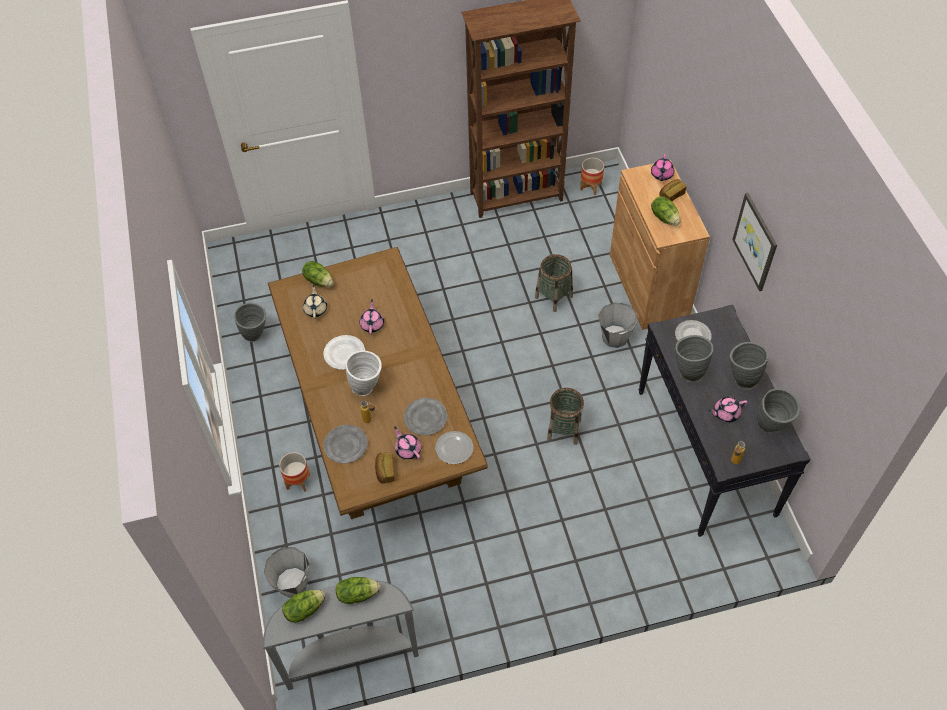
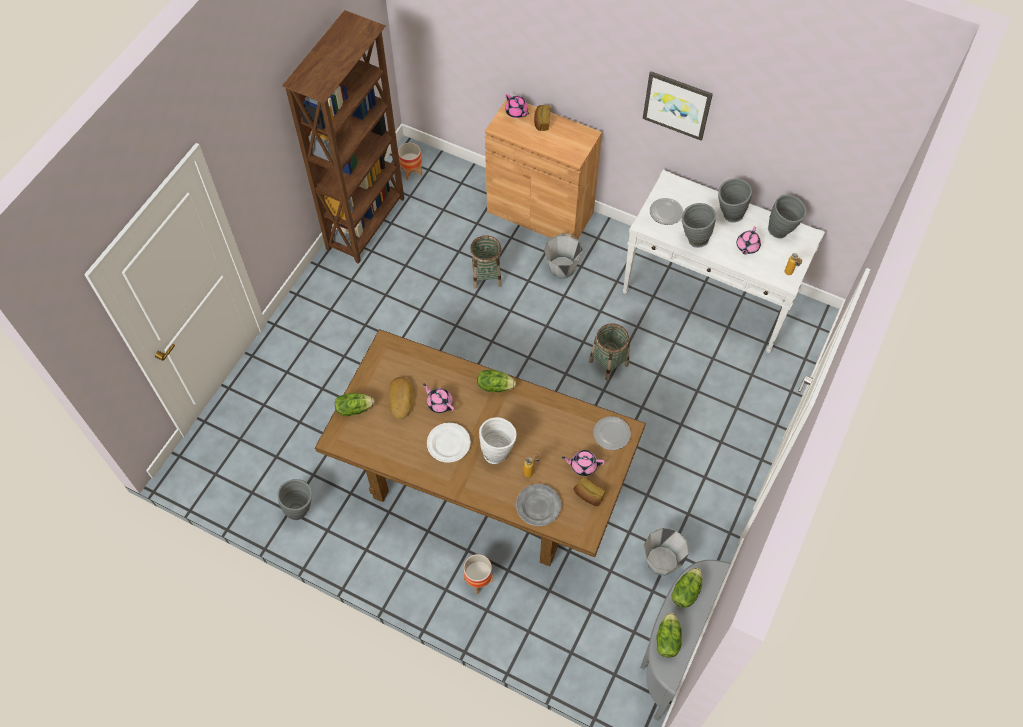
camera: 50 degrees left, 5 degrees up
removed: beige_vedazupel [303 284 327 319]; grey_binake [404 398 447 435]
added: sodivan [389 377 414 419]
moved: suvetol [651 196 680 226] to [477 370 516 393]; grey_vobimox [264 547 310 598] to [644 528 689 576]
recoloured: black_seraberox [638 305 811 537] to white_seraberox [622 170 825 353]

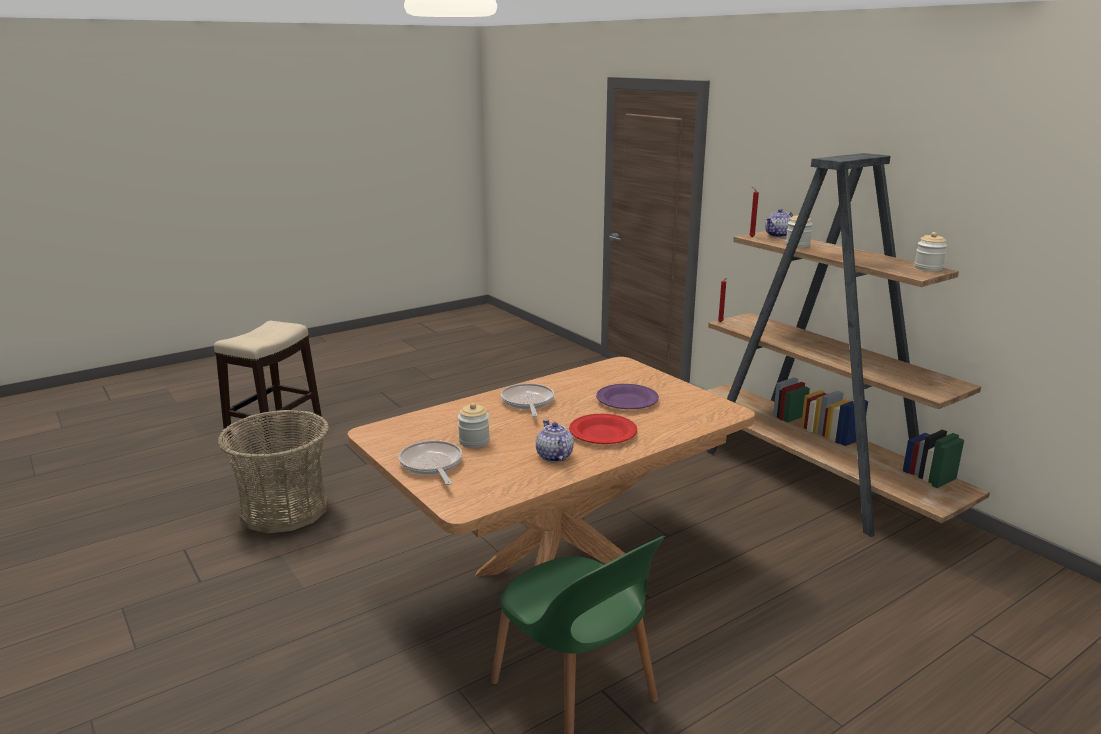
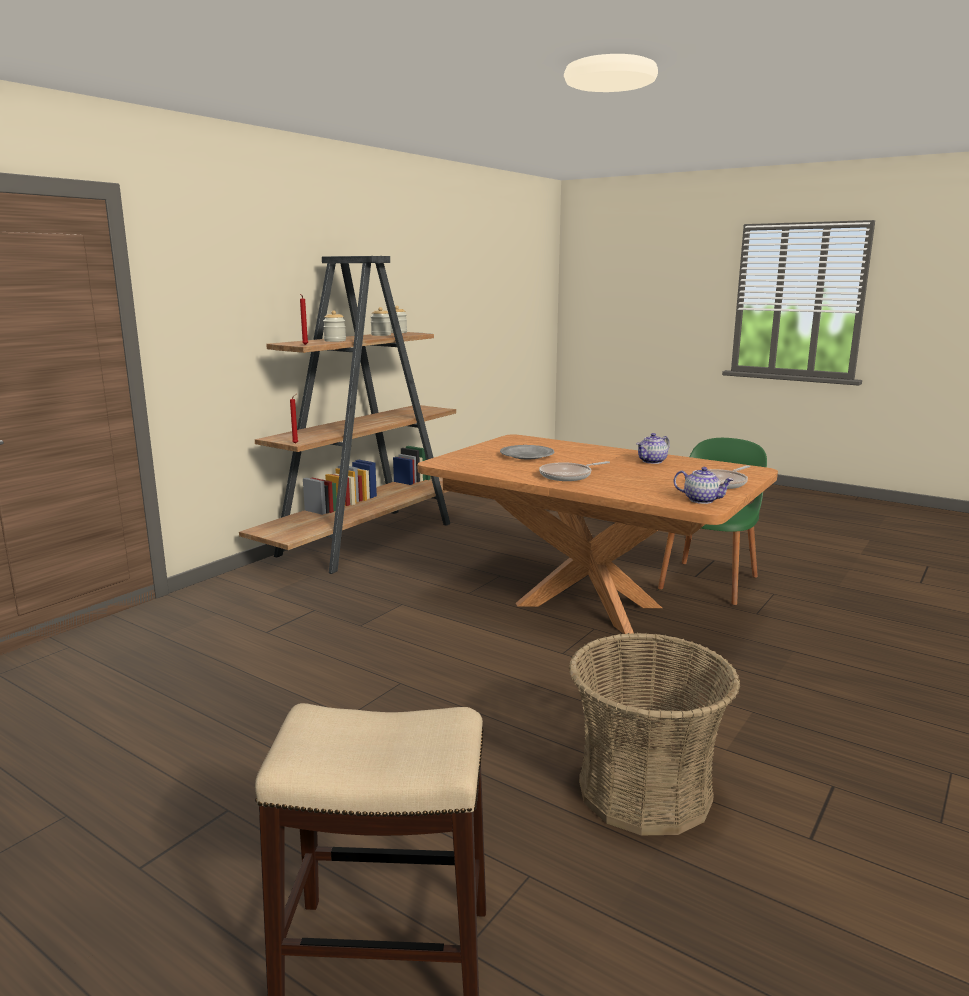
camera: 110 degrees left, 5 degrees down
removed: red_binake [569 414 637 444]
moved: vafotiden [458 403 490 448] to [371 307 391 336]; vedazupel [765 209 793 237] to [674 467 734 504]
recoloured: purple_binake [596 384 659 409] to grey_binake [500 445 554 459]

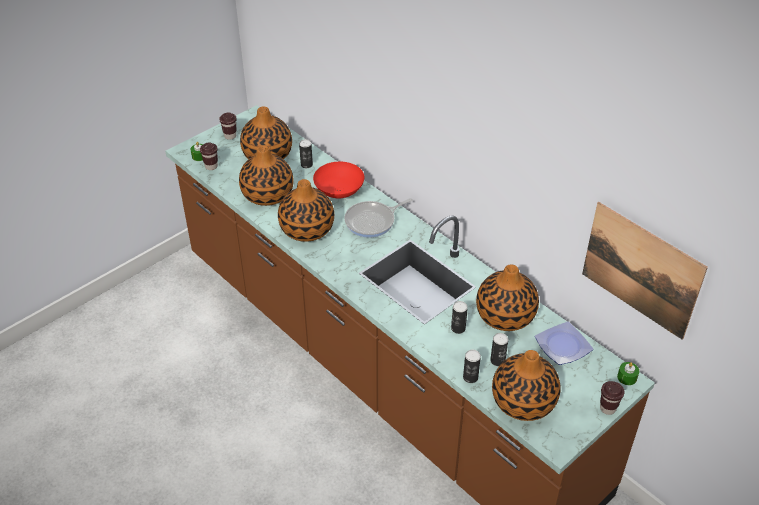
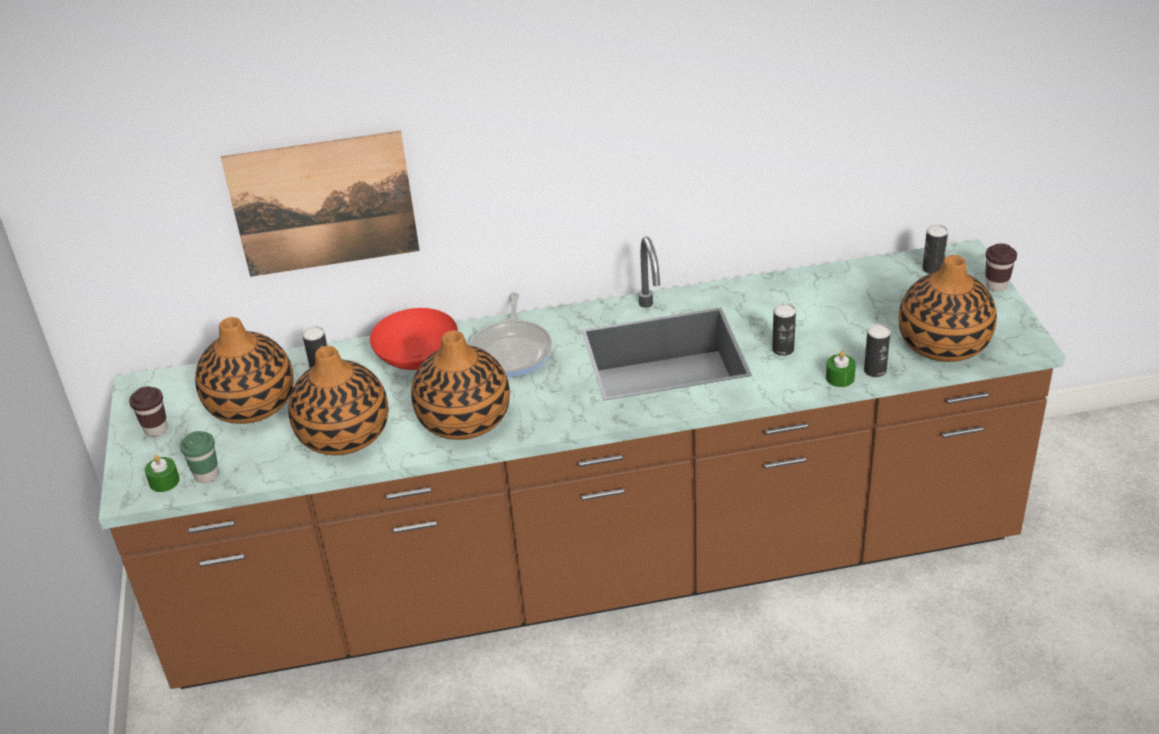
camera: 55 degrees left, 5 degrees down
removed: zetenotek [476 264 539 331]; binake [535 321 593 365]
moved: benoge [582 202 708 339] to [221 130 420 277]; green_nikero [617 362 639 385] to [826 351 856 387]; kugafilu [490 333 508 366] to [922 224 948 274]
recoloured: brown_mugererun [200 143 218 170] to green_mugererun [180 431 219 483]

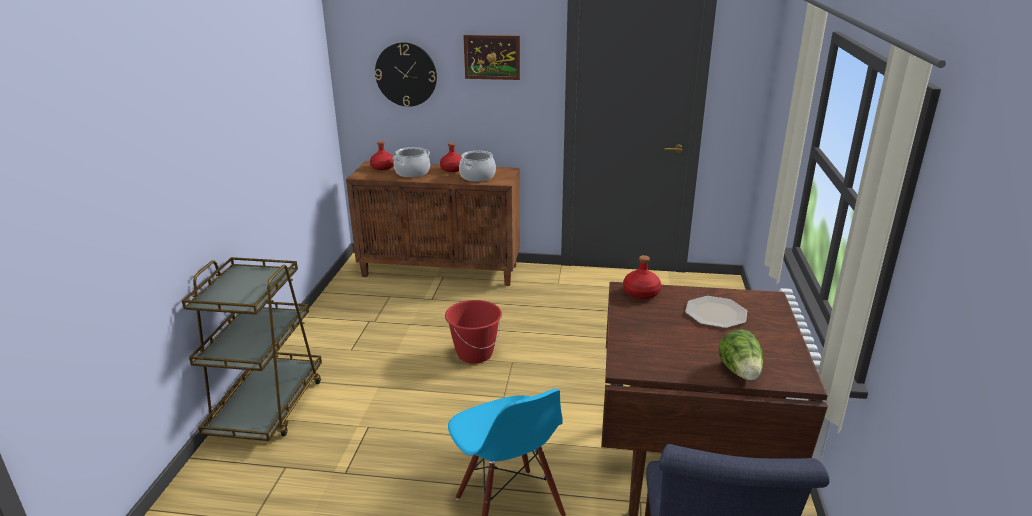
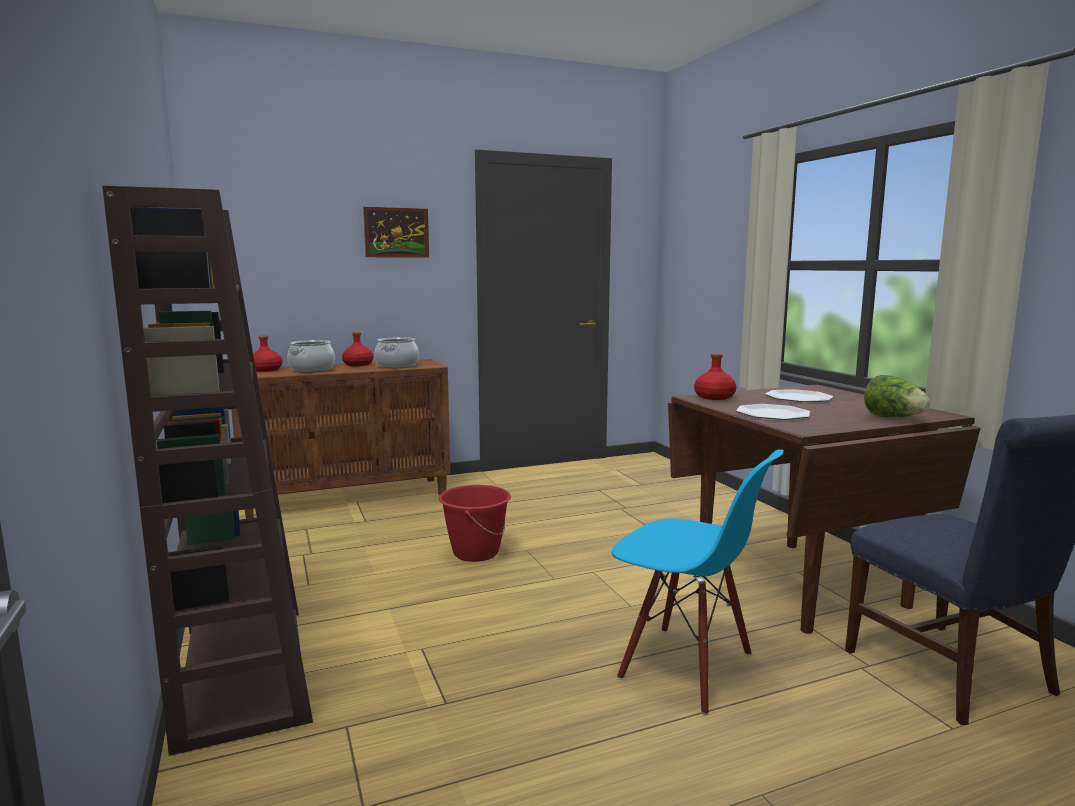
camera: 30 degrees left, 15 degrees down
removed: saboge [375 42 437 107]
added: binake [736 404 810 420]
replaced: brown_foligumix [182 257 322 441] to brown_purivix [102 185 313 756]

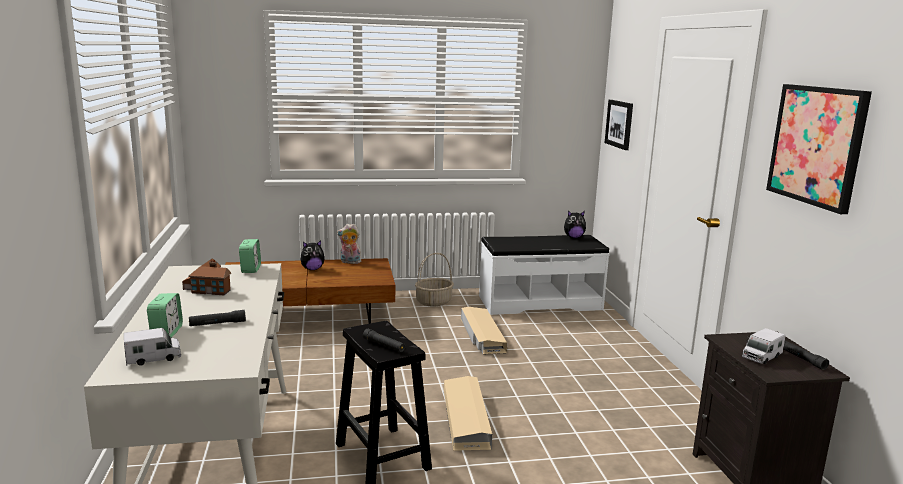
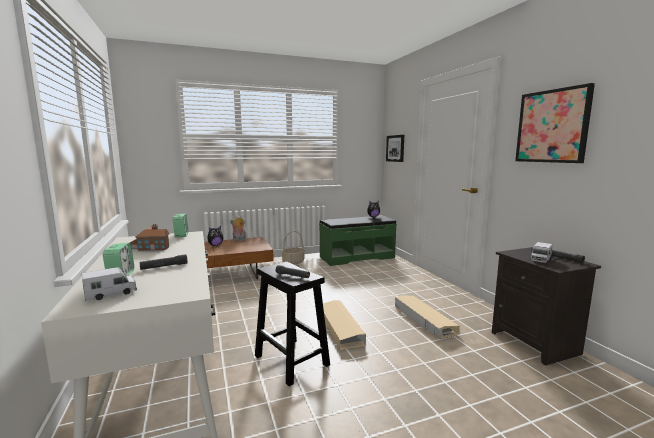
camera: 10 degrees left, 5 degrees down
moved: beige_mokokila [461 307 507 354] to [395 295 460 339]
recoloured: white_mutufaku [479 235 610 315] to green_mutufaku [319 216 397 266]

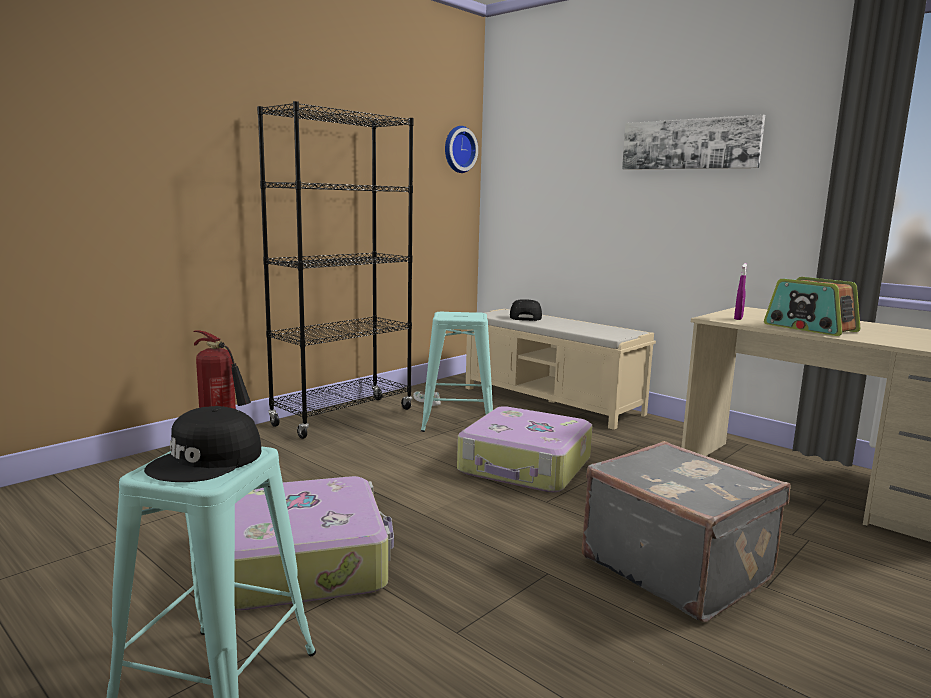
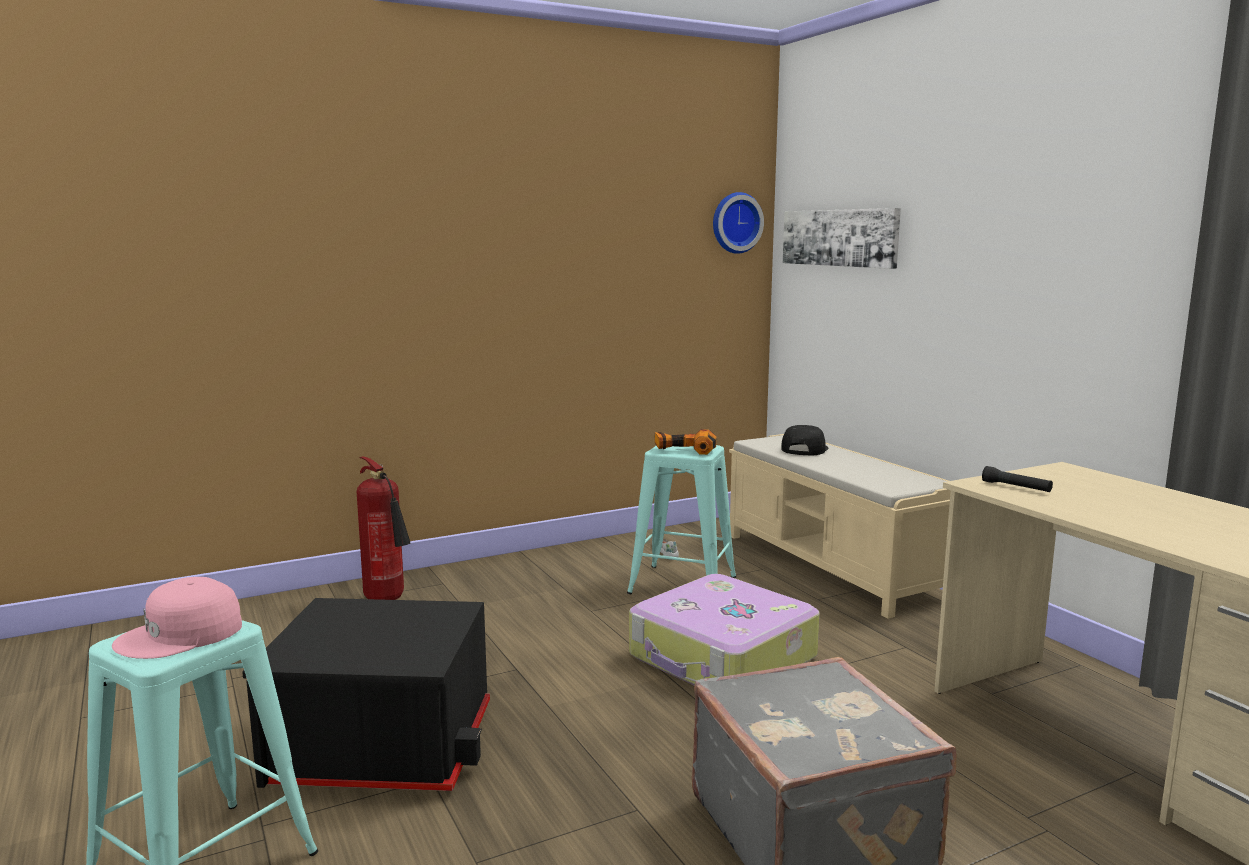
camera: 20 degrees right, 0 degrees up
removed: black_purivix [257 101 414 439]; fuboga [764 277 860 336]
added: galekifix [655 429 716 455]
moved: benoge [622 114 765 170] to [783 208 901 269]
replaced: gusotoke [234 476 394 611] to black_mokokila [242 598 490 791]; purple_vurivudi [734 263 747 320] to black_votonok [982 466 1053 492]
recoloured: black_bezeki [144 406 261 482] to pink_bezeki [112 577 242 659]

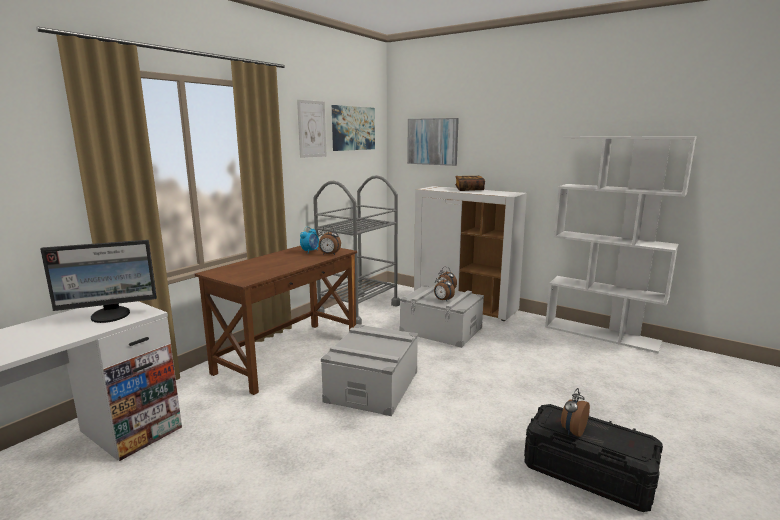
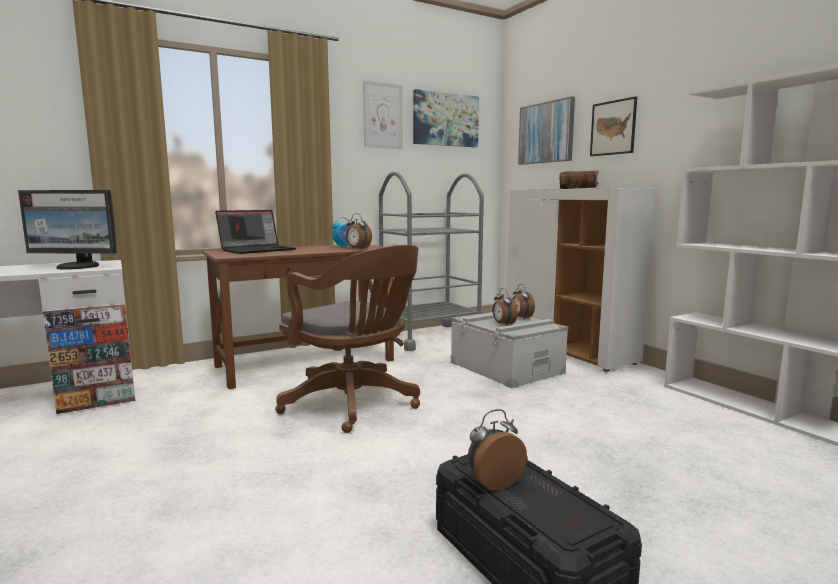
camera: 25 degrees right, 5 degrees down
added: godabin [215 210 296 254]; benoge [590 96 637 156]
replaced: grey_mokokila [321 324 418 416] to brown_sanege [275 245 420 433]

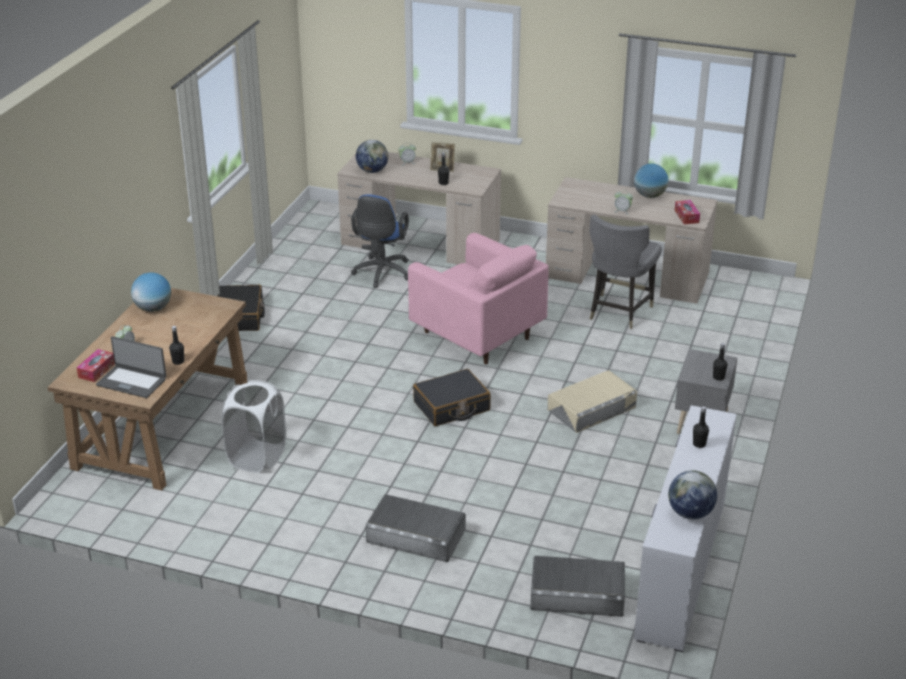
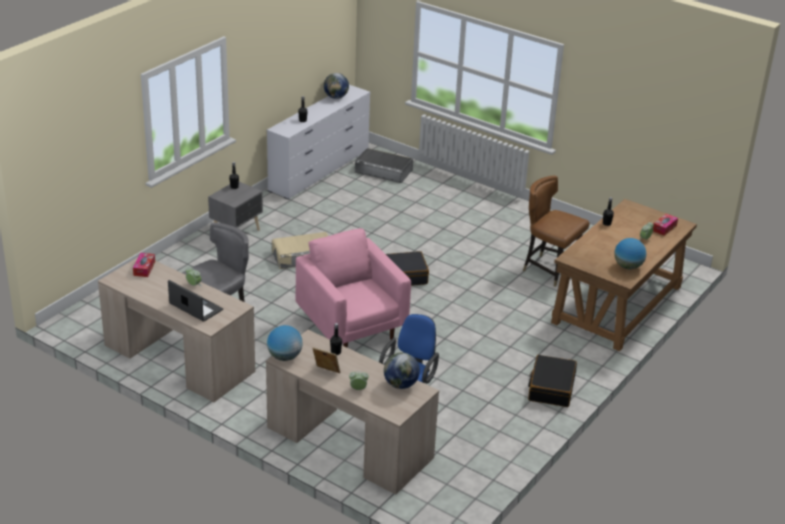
camera: 165 degrees left, 0 degrees up
removed: grey_mokokila [366 494 466 562]
moved: godabin [96 336 166 398] to [168 280 223 322]; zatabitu [634 164 668 198] to [267 325 303 361]
replaced: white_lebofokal [222 380 286 473] to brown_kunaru [523 176 589 287]

